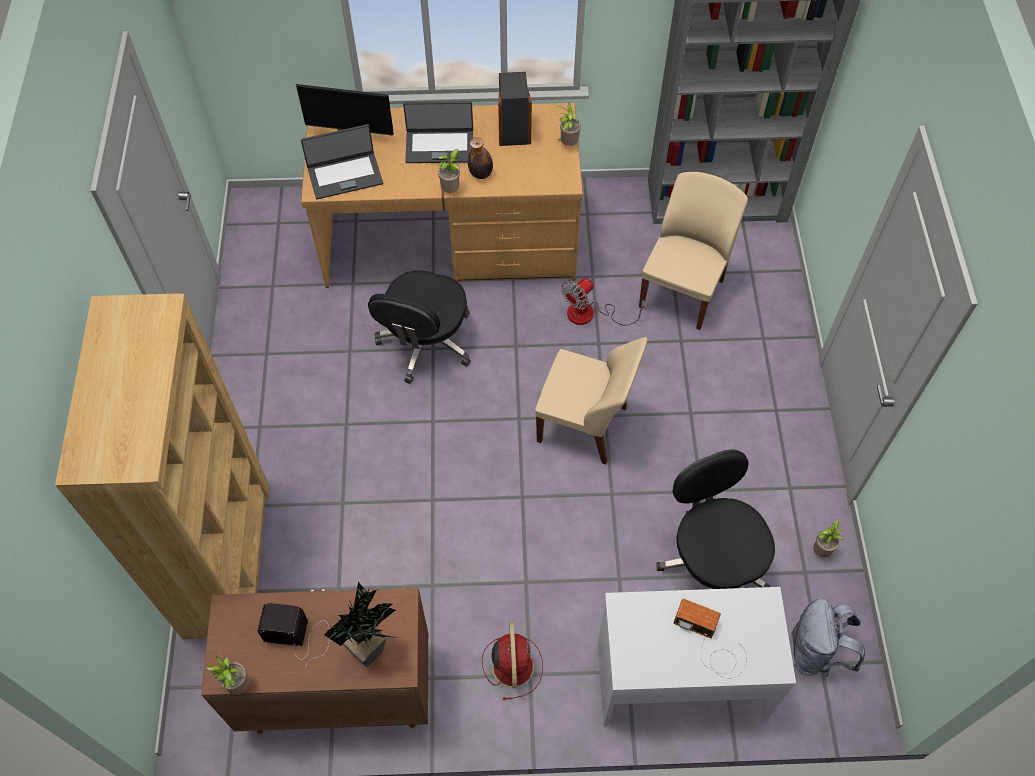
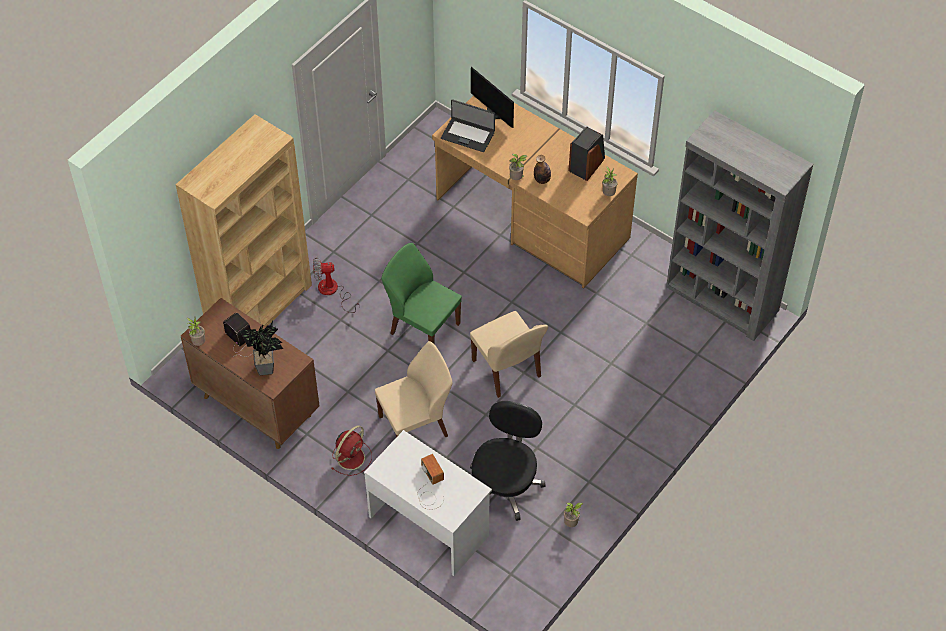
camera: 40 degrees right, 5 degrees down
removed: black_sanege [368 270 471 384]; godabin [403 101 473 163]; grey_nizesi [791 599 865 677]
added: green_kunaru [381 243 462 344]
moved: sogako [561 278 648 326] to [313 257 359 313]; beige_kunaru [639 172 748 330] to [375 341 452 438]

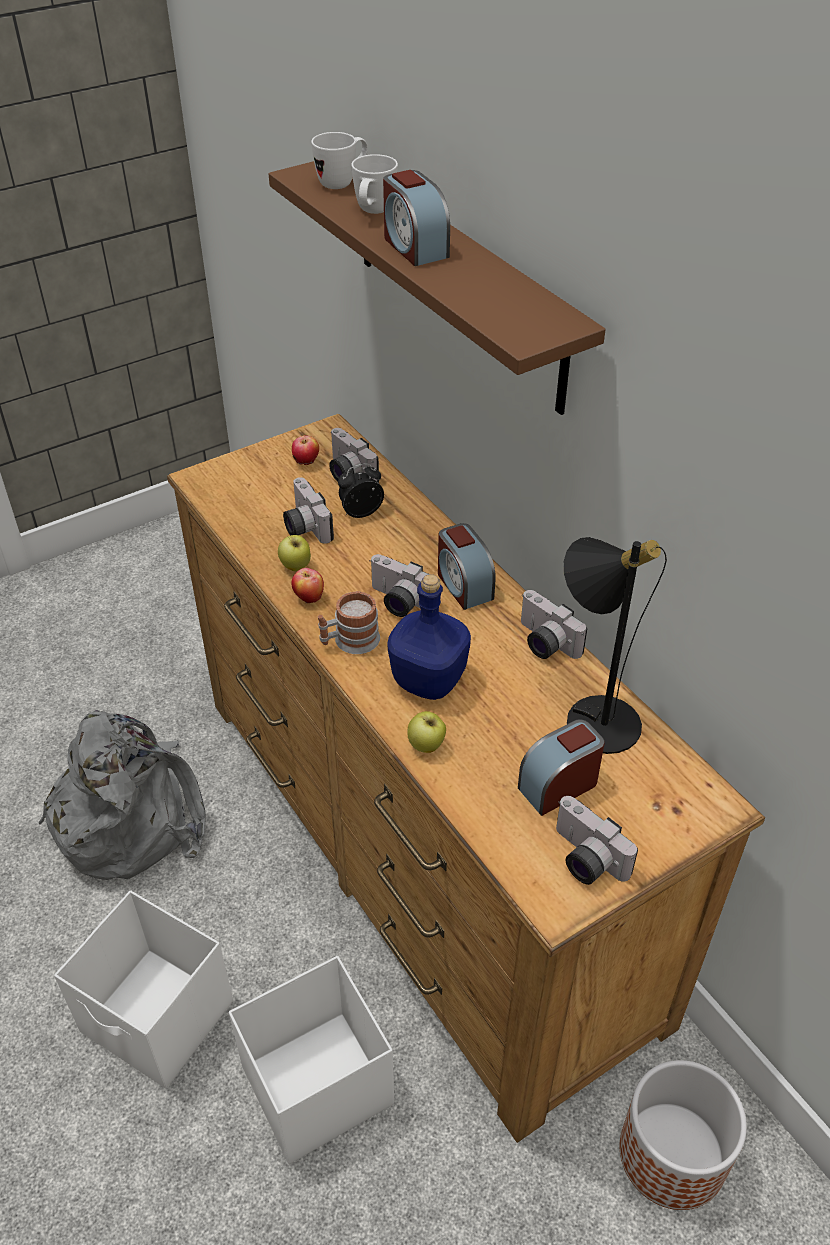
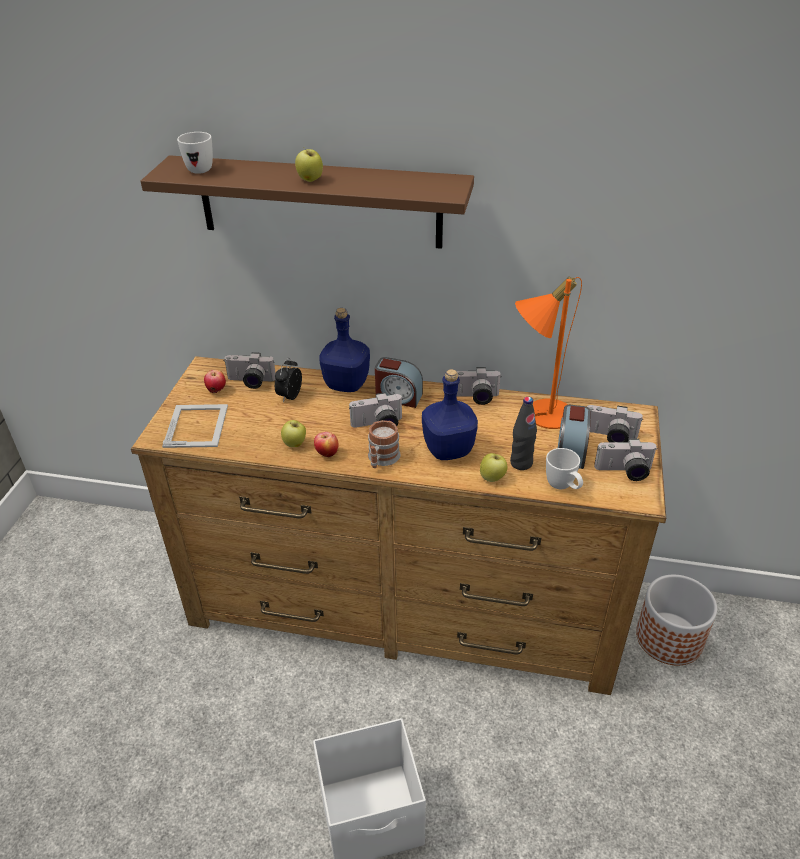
camera: 45 degrees left, 5 degrees down
removed: grey_nizesi [38 710 206 880]; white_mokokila [229 956 394 1164]
added: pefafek [162 404 228 448]; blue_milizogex [319 308 370 392]; black_milizogex [510 397 537 470]
moved: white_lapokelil [351 154 398 214] to [546 448 583 489]; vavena [283 477 334 544] to [587 405 643 442]
replaced: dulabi [383 170 450 266] to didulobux [295 147 323 182]
recoloured: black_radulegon [564 537 667 754] to orange_radulegon [515 277 582 429]

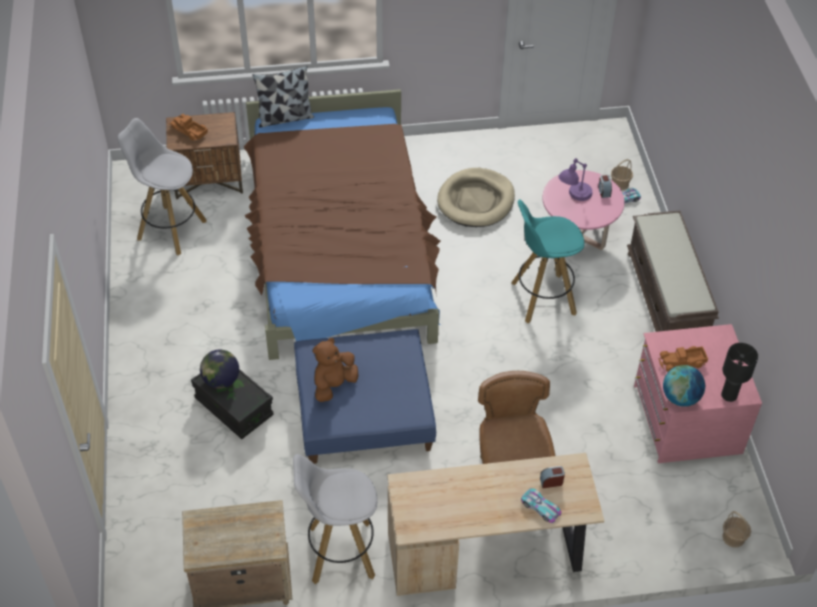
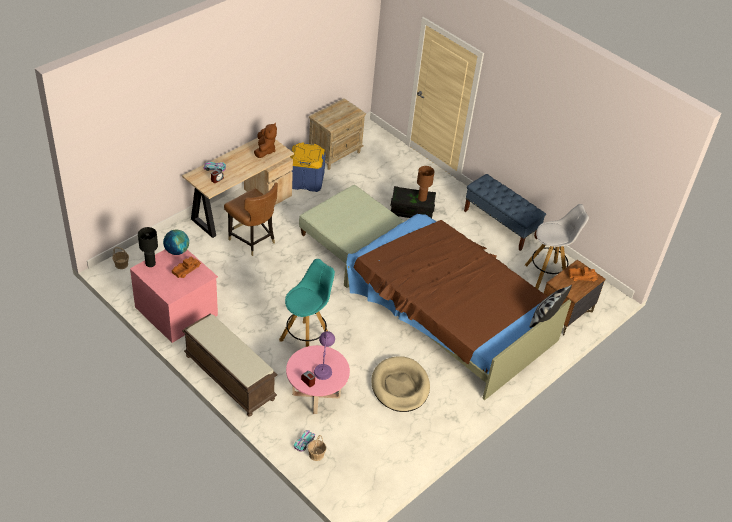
camera: 140 degrees right, 5 degrees down
added: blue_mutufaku [464 174 546 251]
moved: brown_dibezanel [313 338 359 402] to [254 123 277 158]
replaced: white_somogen [293 454 377 584] to blue_mokokila [290 143 326 192]; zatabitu [200 350 239 389] to brown_radulegon [417 166 435 202]
recoloured: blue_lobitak [294 329 436 464] to green_lobitak [299 185 405 264]

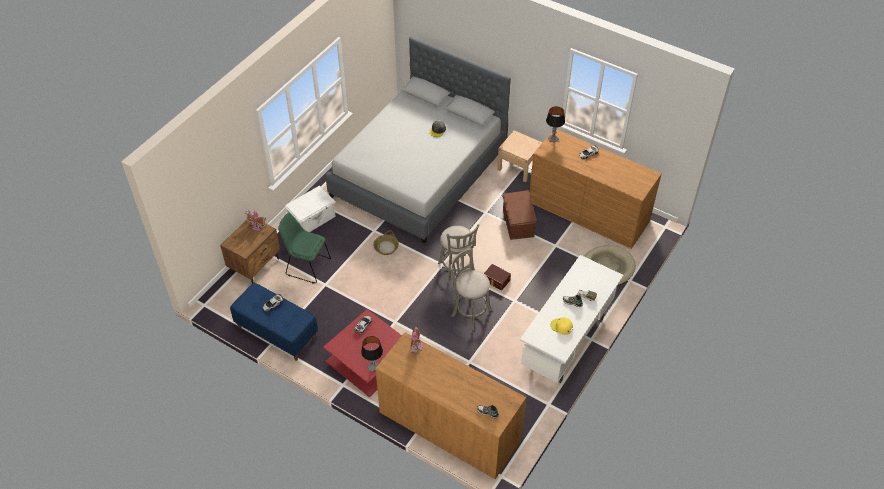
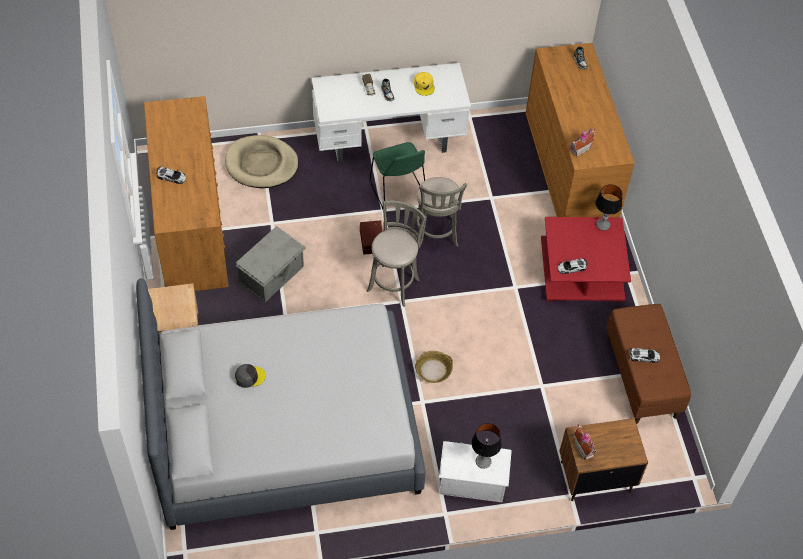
camera: 135 degrees left, 5 degrees up
moved: green_kunaru [278 213 331 283] to [370 142 425 209]; radulegon [546 106 565 142] to [471 423 502 469]
recoloured: brown_mokokila [502 190 537 240] to grey_mokokila [236 226 306 302]; blue_mutufaku [230 283 318 361] to brown_mutufaku [607 304 691 424]

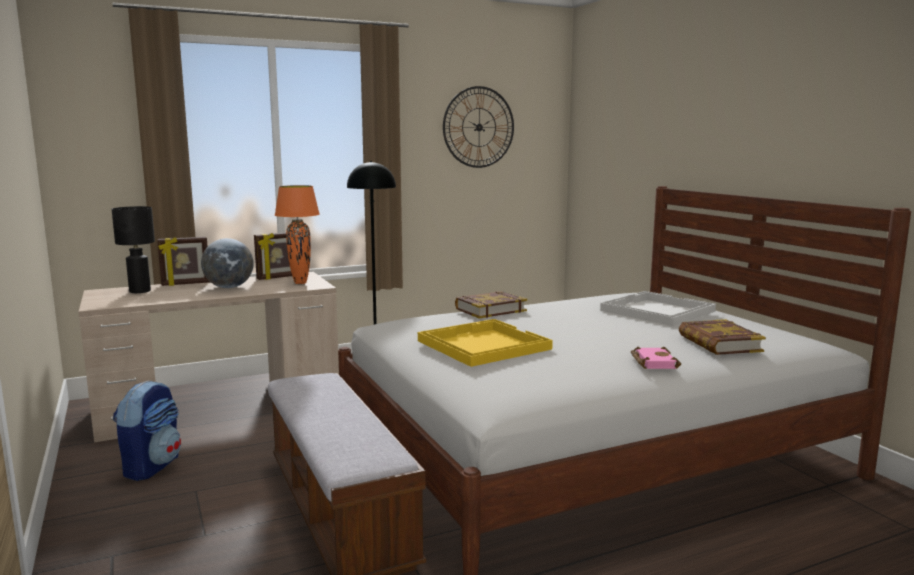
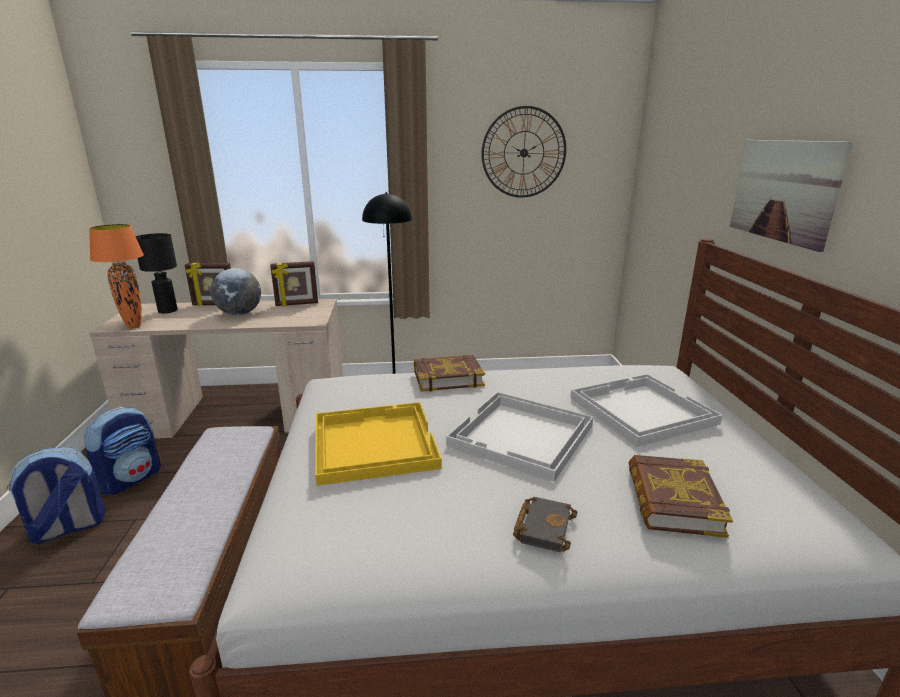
camera: 20 degrees right, 10 degrees up
added: nizesi [6 448 106 544]; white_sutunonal [446 392 593 482]; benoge [730 140 853 252]
moved: orange_radulegon [275 185 320 284] to [89 224 144 328]
recoloured: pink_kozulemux [631 347 681 369] to black_kozulemux [513 497 577 553]

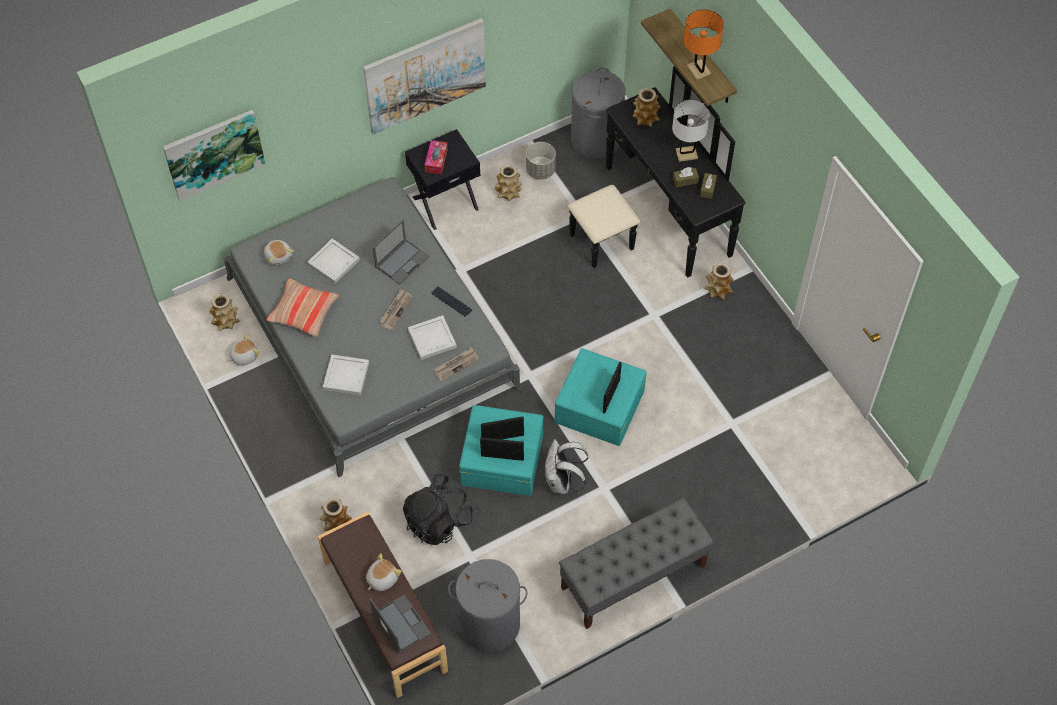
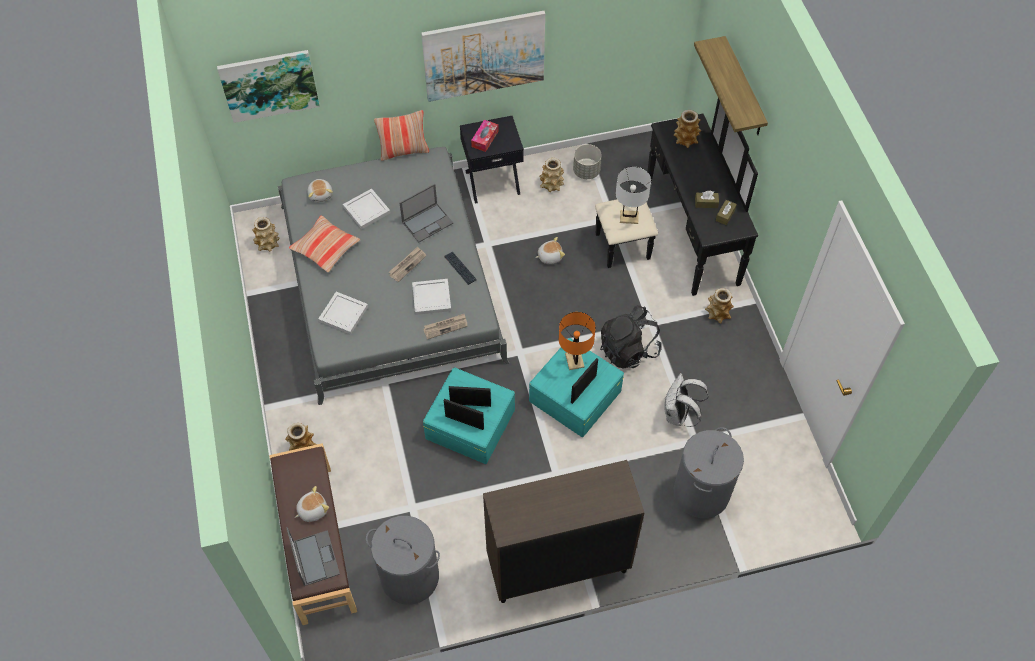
camera: 15 degrees right, 0 degrees up
added: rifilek [374 110 429 161]
moved: dibezanel [228 334 260 366] to [535 237 565 264]; orange_radulegon [684 10 724 80] to [559 312 596 370]; black_nizesi [403 473 473 545] to [600 305 662 369]; white_radulegon [672 99 710 162] to [616 167 651 224]; white_nizesi [545 439 588 494] to [664 373 709 427]; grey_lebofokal [571 67 626 158] to [673 427 744 518]
replaced: grey_mutufaku [559 498 714 629] to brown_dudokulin [483 460 645 603]

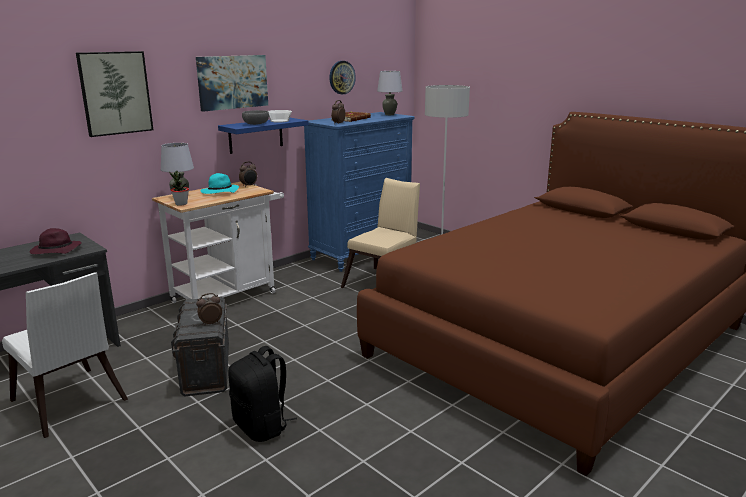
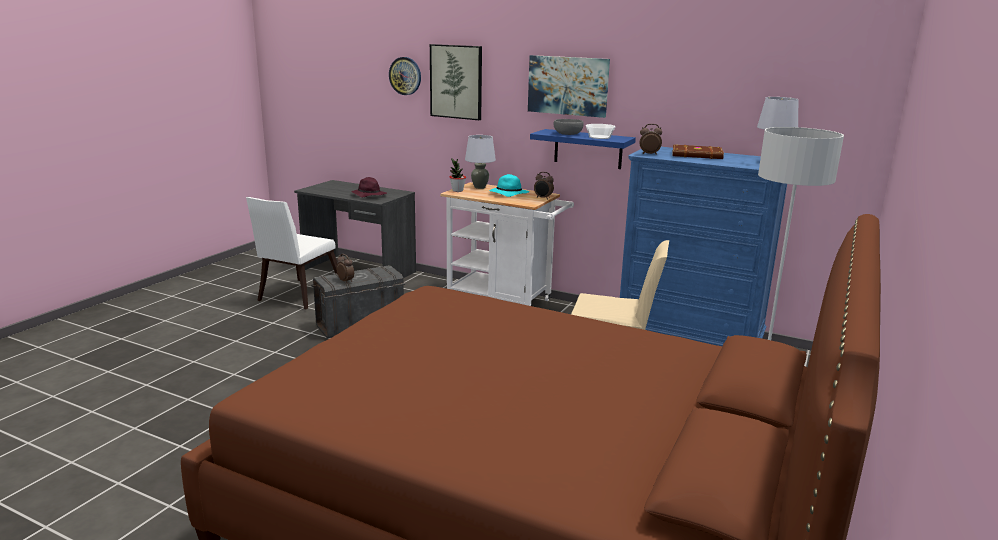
camera: 70 degrees right, 0 degrees up
removed: black_nizesi [228 346 297 442]
moved: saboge [329 61 356 94] to [389 57 421 95]

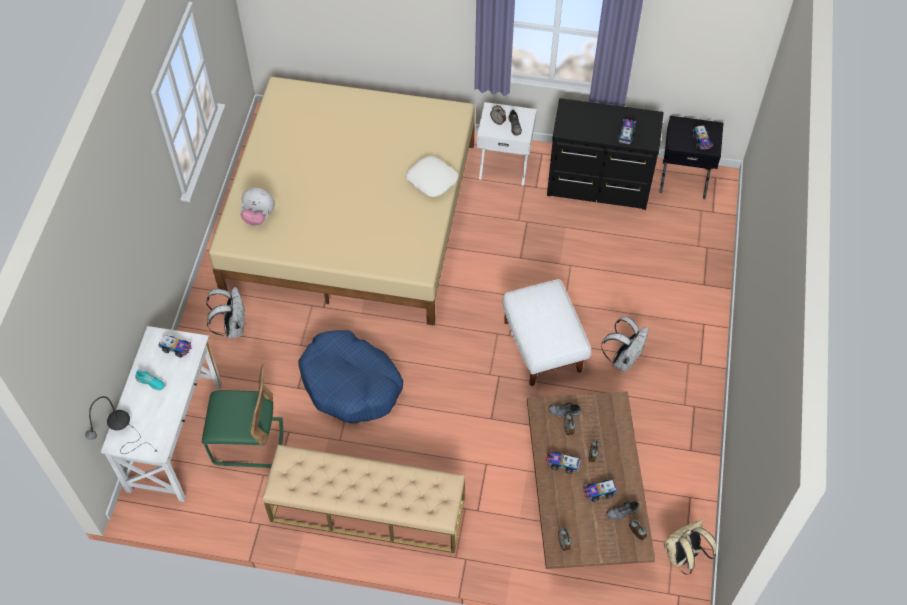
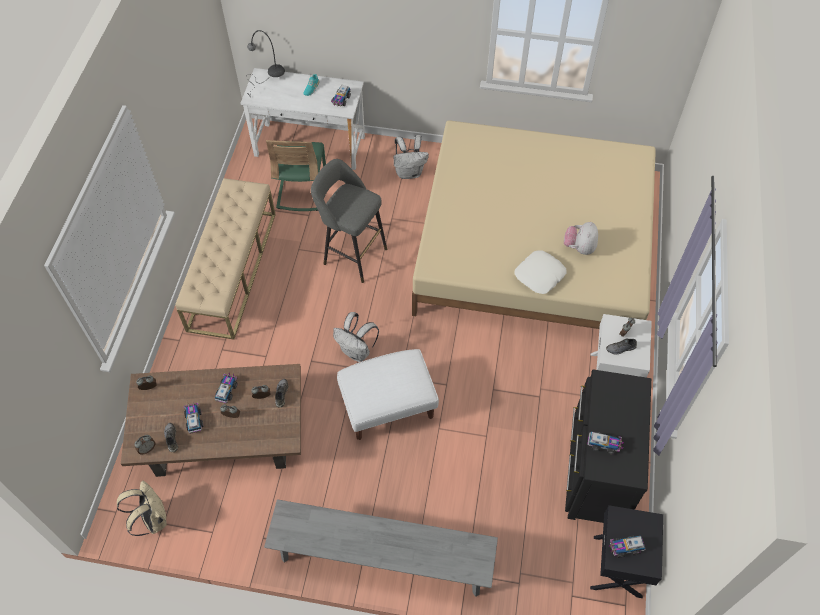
camera: 90 degrees right, 0 degrees up
added: grey_mutufaku [264 499 498 597]
moved: white_nizesi [601 317 649 372] to [333 312 379 362]; dibezanel [240 188 275 226] to [564 222 598 255]
replaced: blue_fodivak [298 330 403 423] to grey_somogen [311 159 387 283]

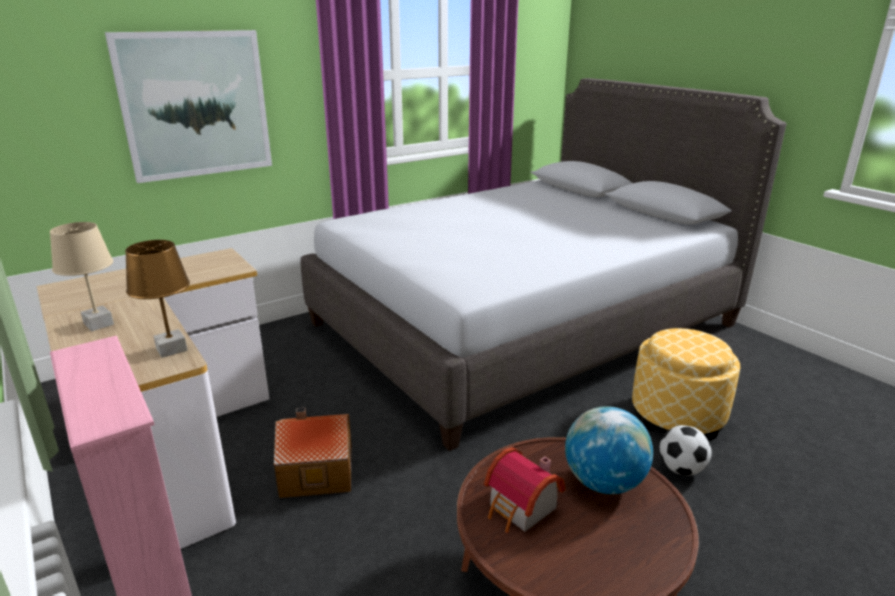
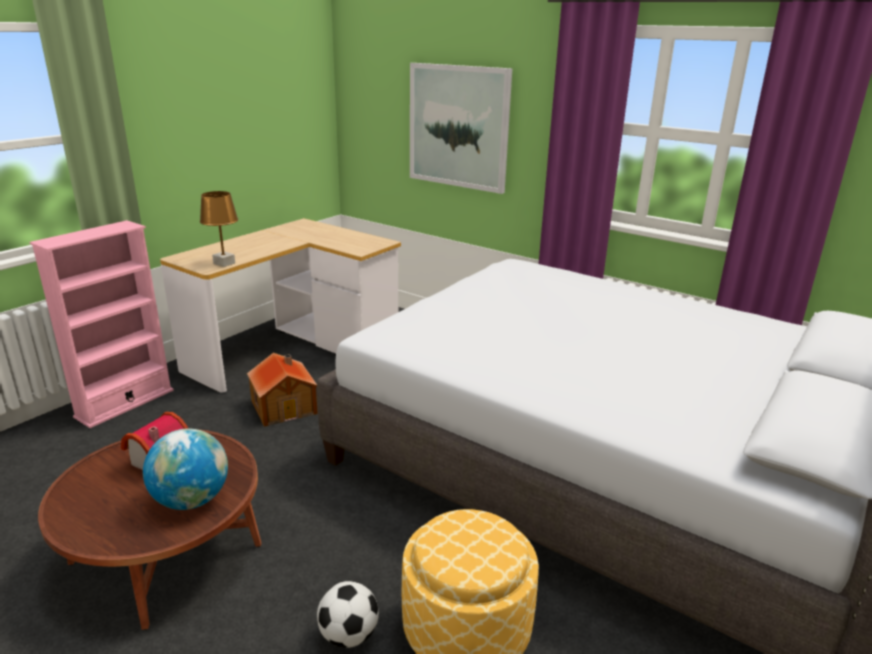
camera: 70 degrees right, 0 degrees up
removed: beige_radulegon [50 222 114 331]

